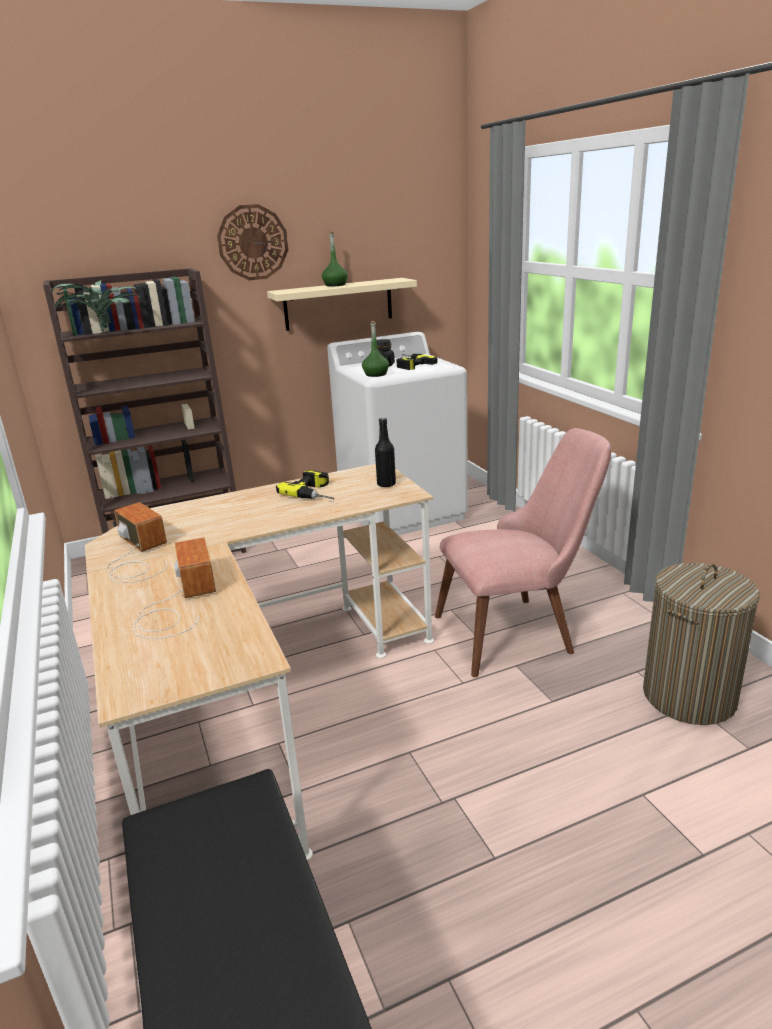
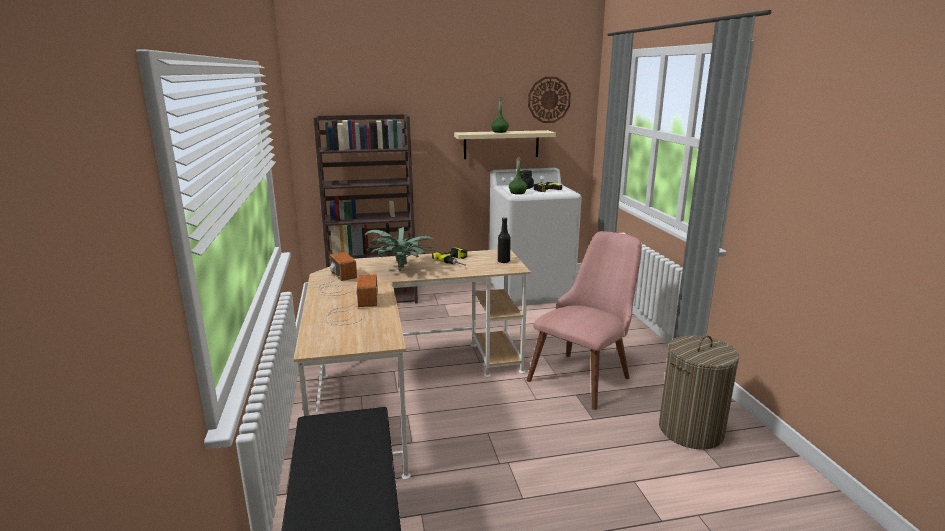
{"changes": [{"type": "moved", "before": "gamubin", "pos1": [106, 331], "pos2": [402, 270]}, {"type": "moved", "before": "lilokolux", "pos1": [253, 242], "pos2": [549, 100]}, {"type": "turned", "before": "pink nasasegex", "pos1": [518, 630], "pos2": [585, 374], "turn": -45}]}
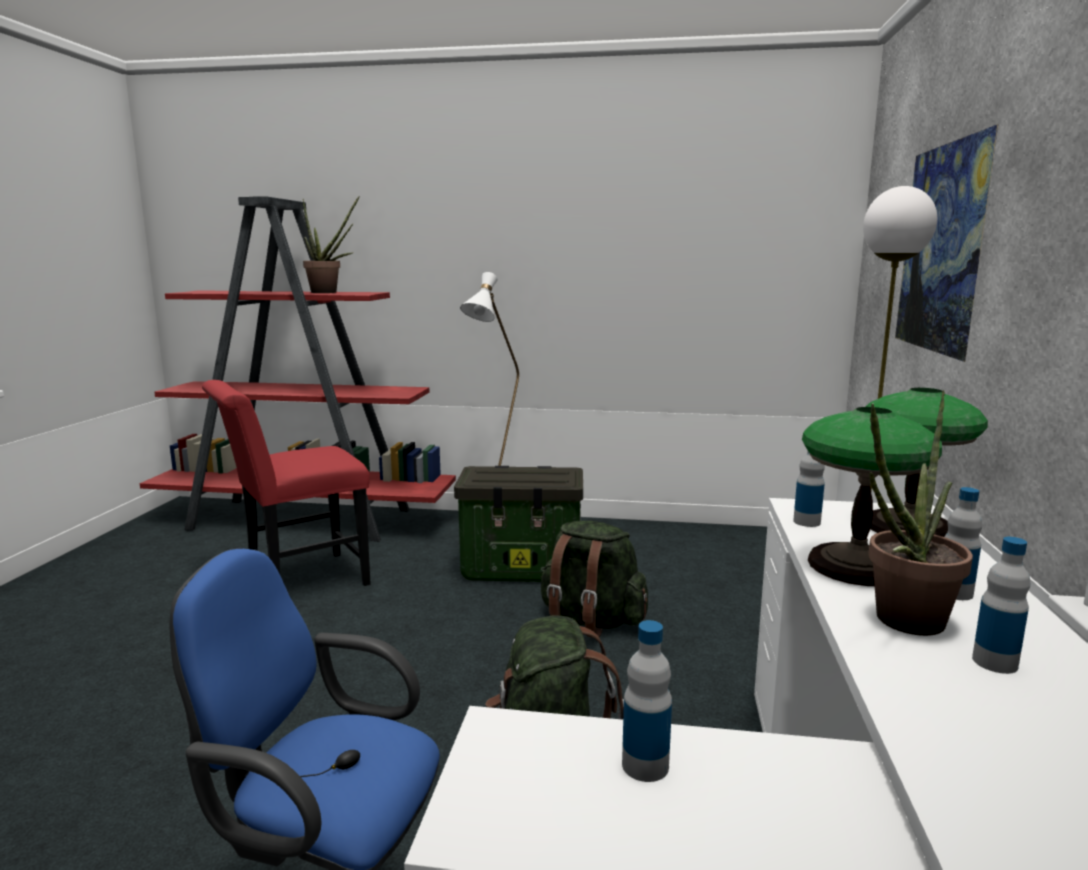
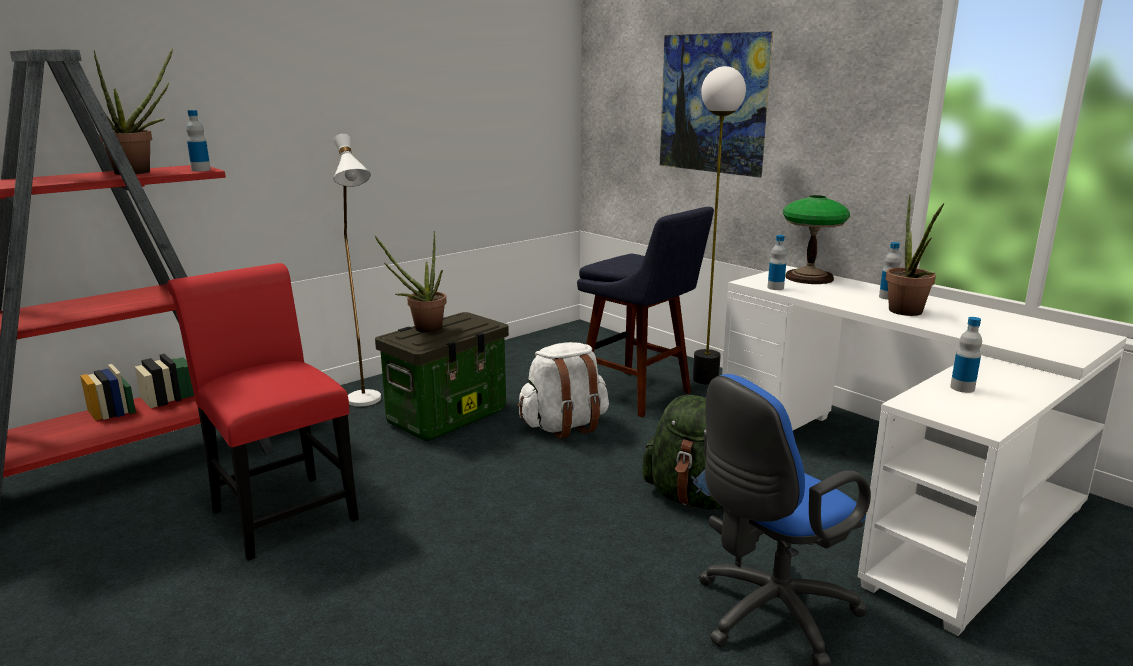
{"changes": [{"type": "turned", "before": "red nasasegex", "pos1": [298, 582], "pos2": [280, 510], "turn": 135}, {"type": "recoloured", "before": "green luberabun", "after": "white luberabun", "pos1": [591, 621], "pos2": [564, 426]}, {"type": "removed", "before": "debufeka", "pos1": [857, 566]}, {"type": "moved", "before": "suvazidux", "pos1": [994, 662], "pos2": [201, 170]}, {"type": "added", "after": "gamubin", "pos2": [422, 329]}, {"type": "added", "after": "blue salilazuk", "pos2": [640, 395]}]}
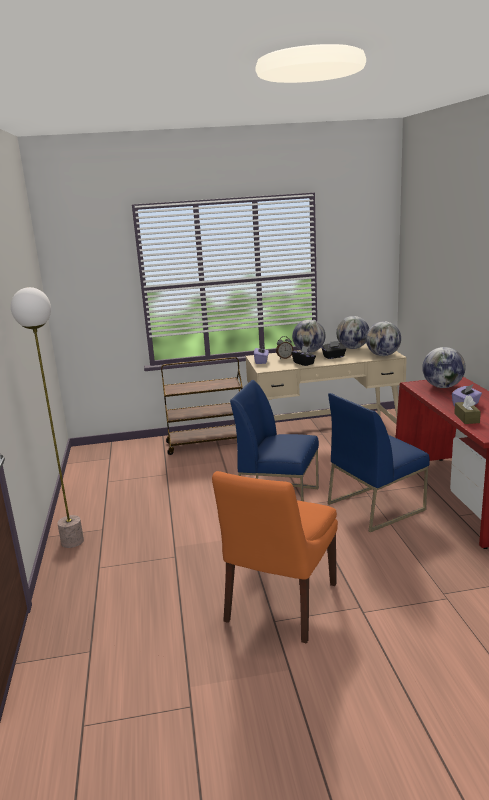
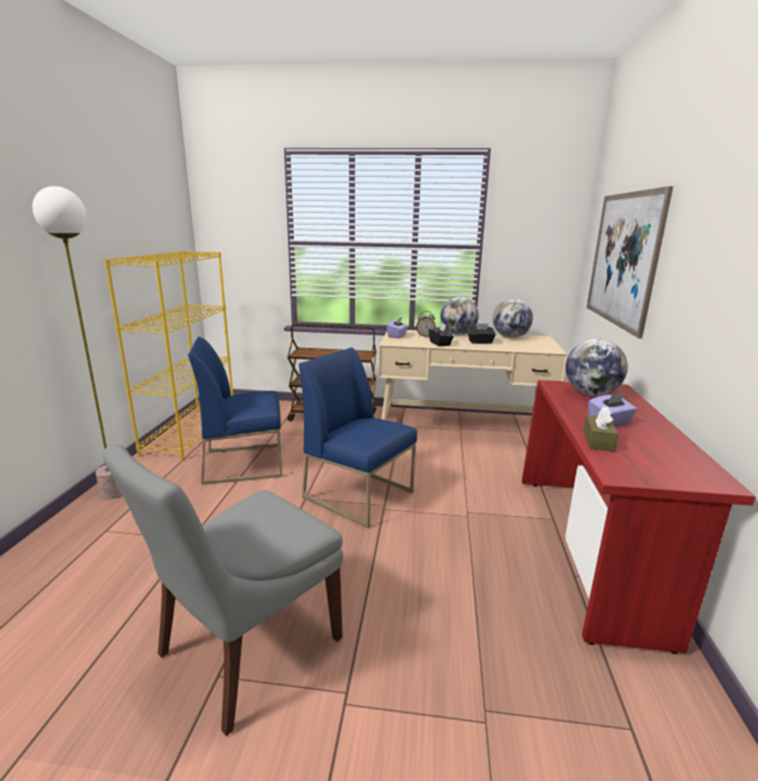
{"changes": [{"type": "recoloured", "before": "orange nasasegex", "after": "grey nasasegex", "pos1": [280, 605], "pos2": [246, 650]}, {"type": "moved", "before": "blue nasasegex", "pos1": [376, 506], "pos2": [244, 463]}, {"type": "removed", "before": "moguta", "pos1": [383, 355]}, {"type": "added", "after": "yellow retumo", "pos2": [191, 431]}, {"type": "added", "after": "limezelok", "pos2": [622, 259]}]}
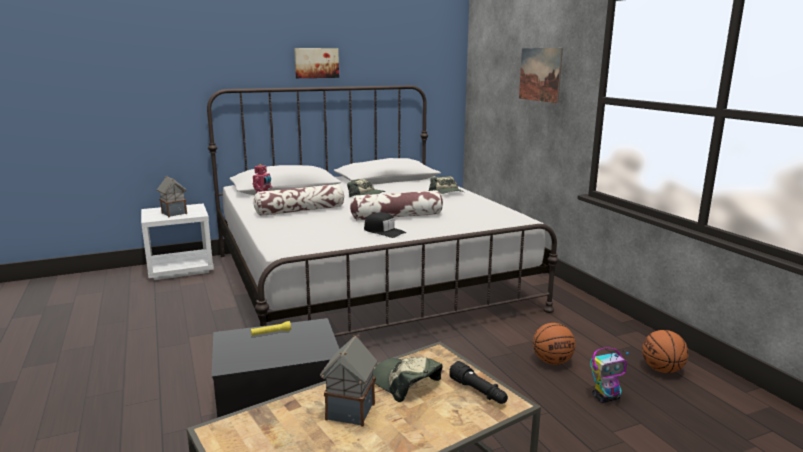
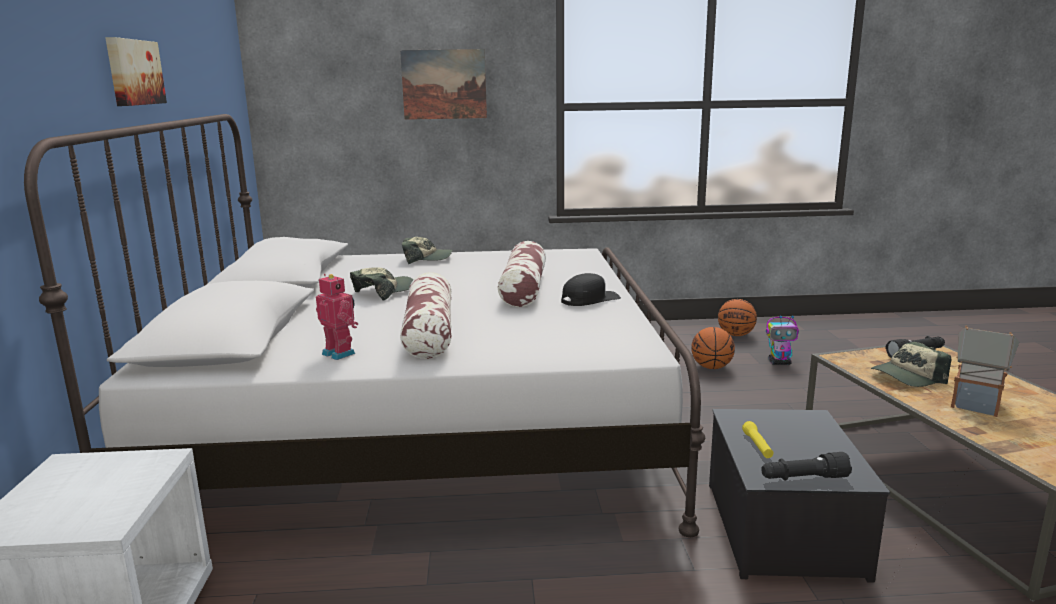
{"changes": [{"type": "removed", "before": "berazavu", "pos1": [174, 213]}, {"type": "turned", "before": "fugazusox", "pos1": [606, 398], "pos2": [780, 363], "turn": 90}, {"type": "added", "after": "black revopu", "pos2": [803, 478]}]}
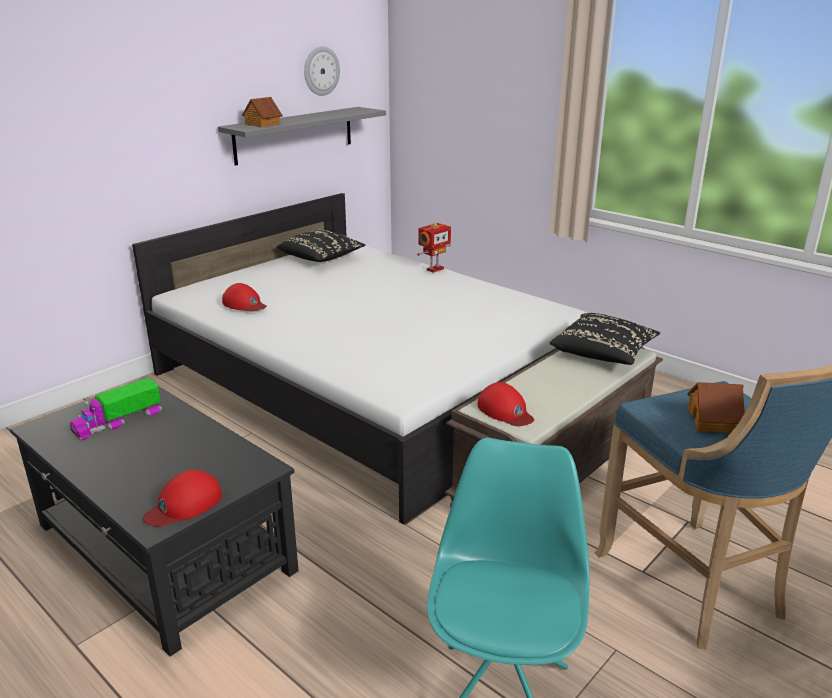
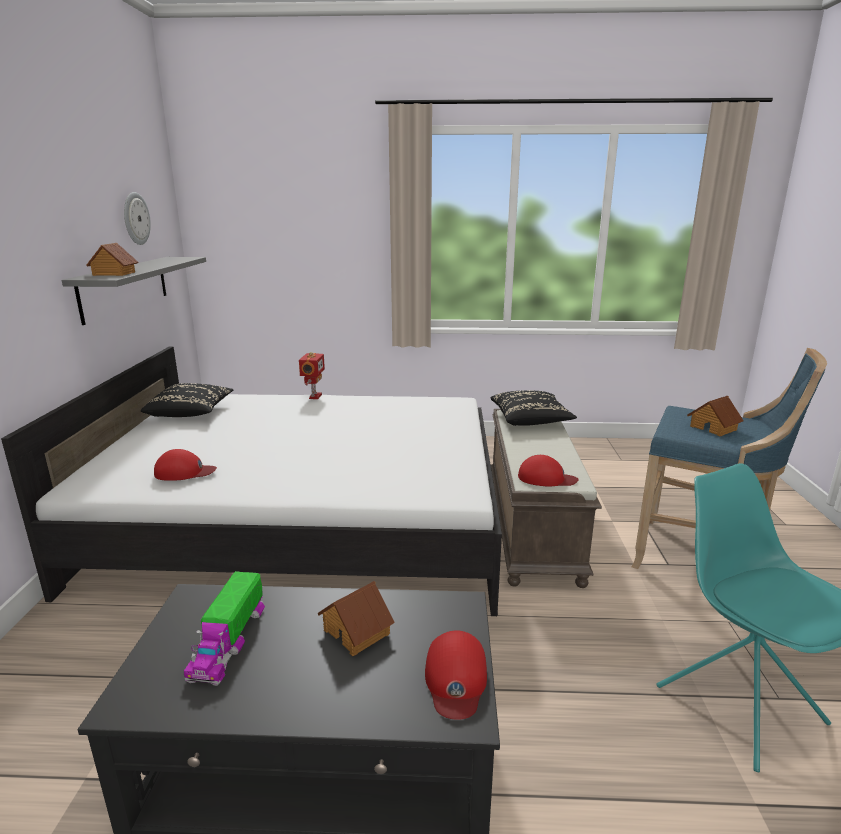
{"changes": [{"type": "added", "after": "berazavu", "pos2": [357, 631]}]}
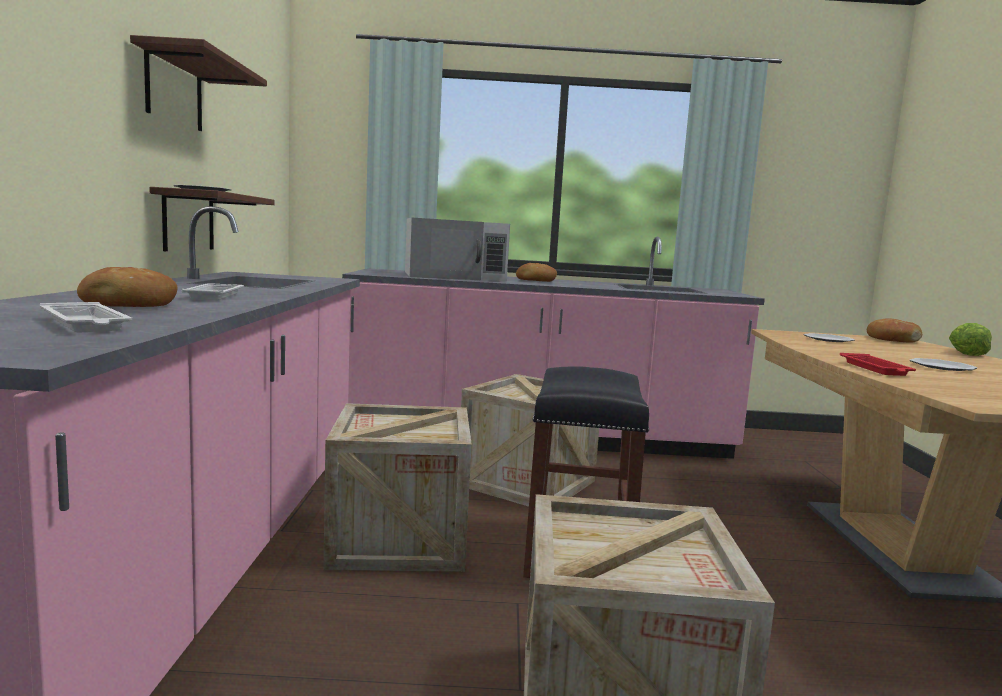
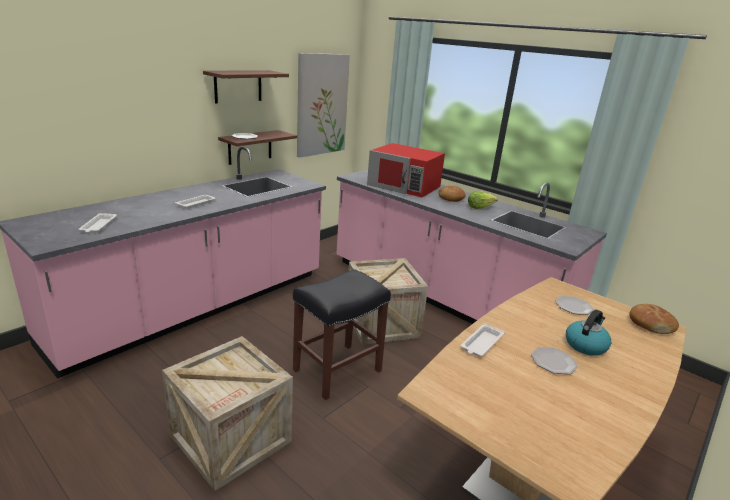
{"changes": [{"type": "removed", "before": "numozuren", "pos1": [128, 305]}, {"type": "removed", "before": "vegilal", "pos1": [399, 539]}, {"type": "recoloured", "before": "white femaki", "after": "red femaki", "pos1": [454, 276], "pos2": [404, 186]}, {"type": "recoloured", "before": "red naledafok", "after": "white naledafok", "pos1": [875, 369], "pos2": [481, 343]}, {"type": "moved", "before": "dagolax", "pos1": [966, 353], "pos2": [479, 207]}, {"type": "added", "after": "limezelok", "pos2": [322, 105]}, {"type": "added", "after": "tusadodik", "pos2": [585, 345]}]}
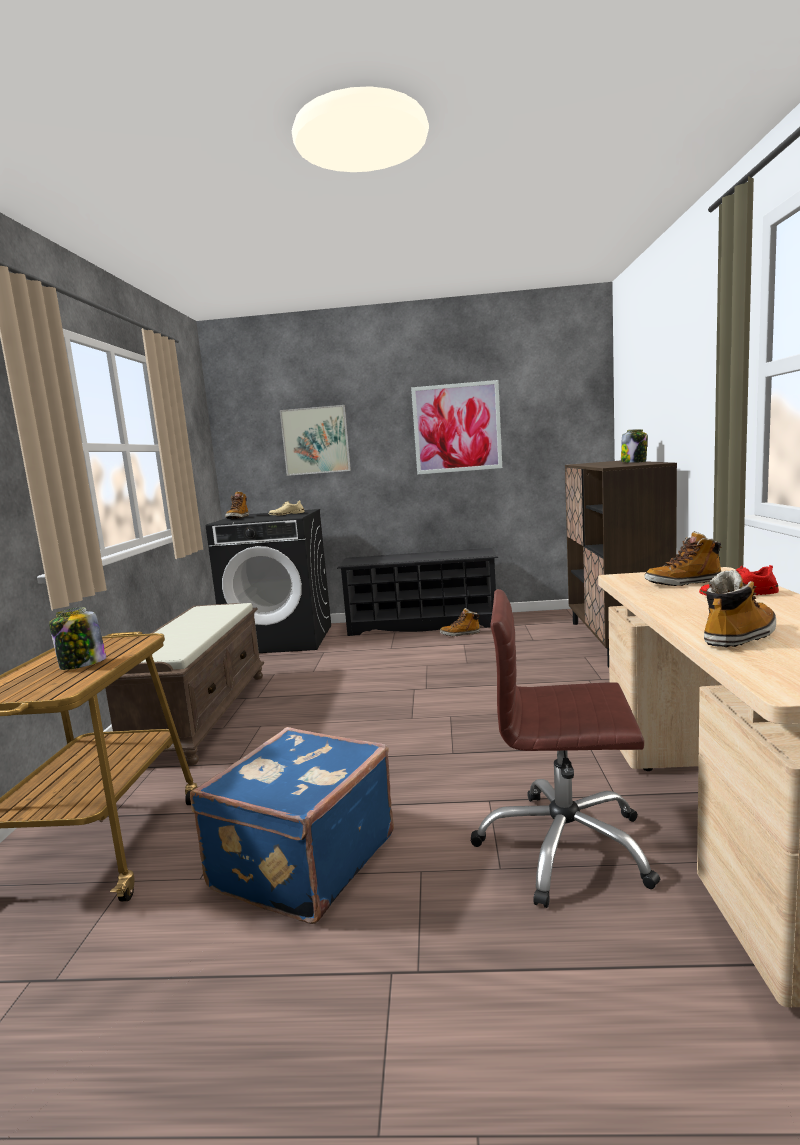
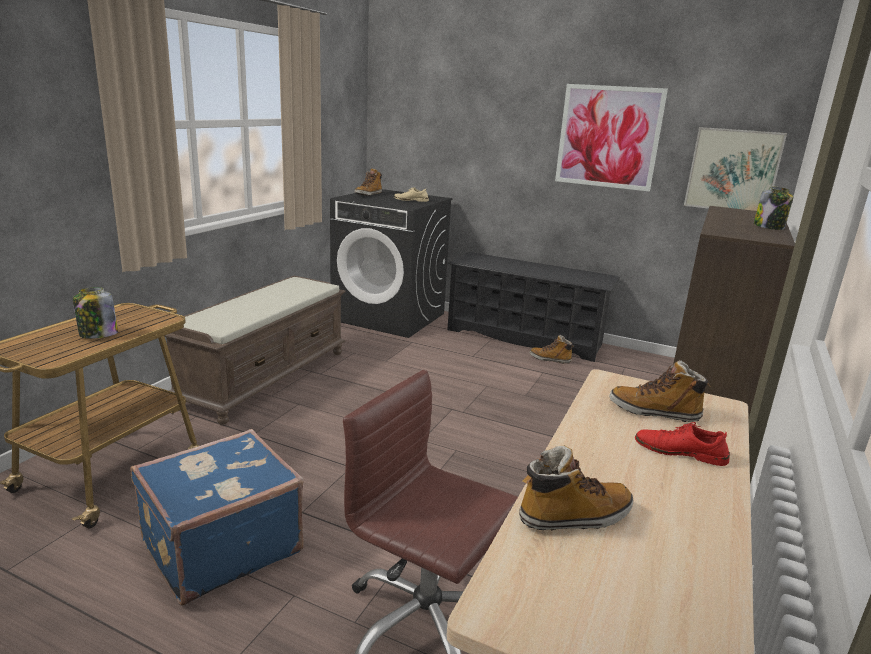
{"changes": [{"type": "moved", "before": "limezelok", "pos1": [315, 440], "pos2": [733, 170]}]}
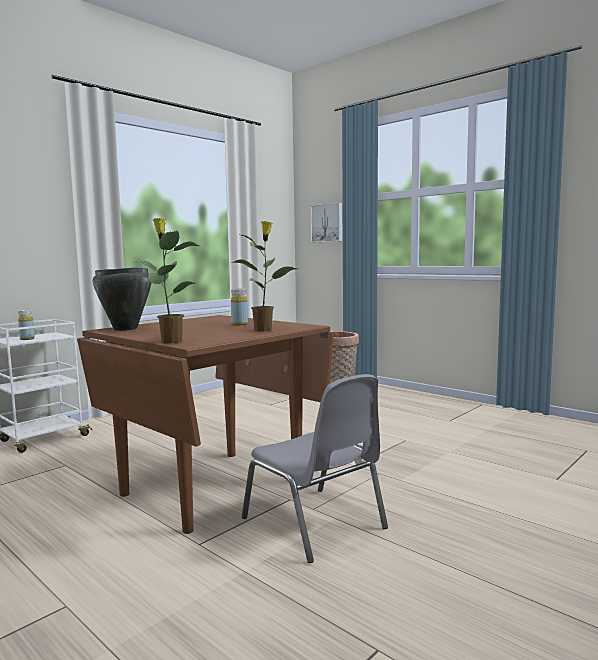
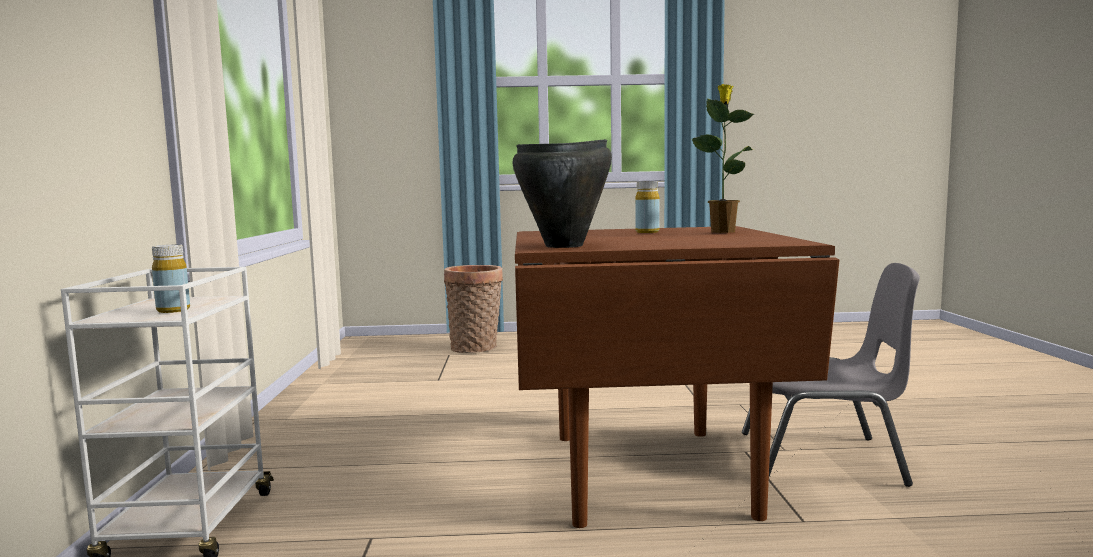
{"changes": [{"type": "removed", "before": "gamubin", "pos1": [170, 341]}, {"type": "removed", "before": "limezelok", "pos1": [327, 223]}]}
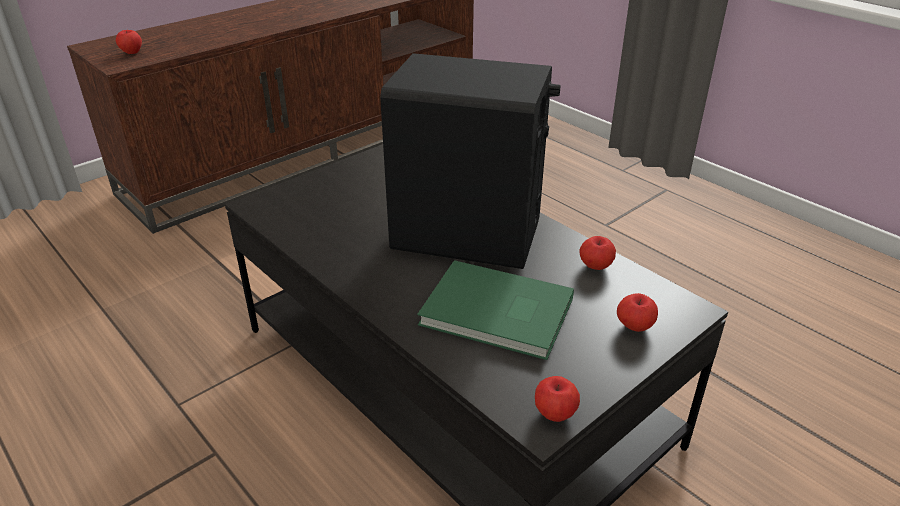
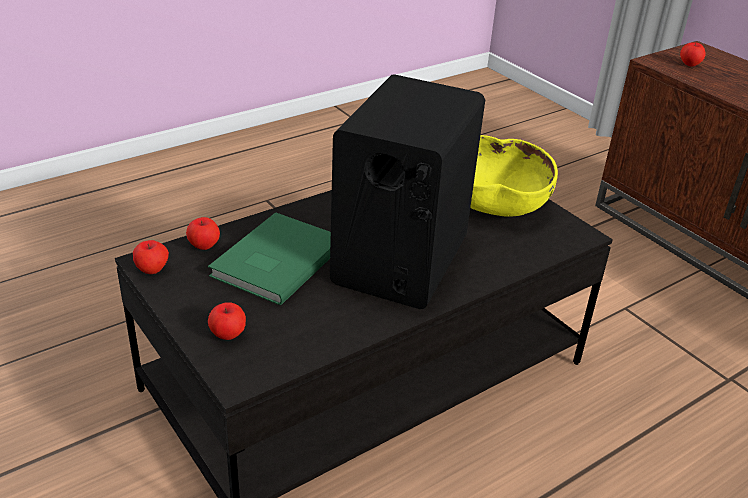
{"changes": [{"type": "moved", "before": "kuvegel", "pos1": [595, 266], "pos2": [204, 245]}, {"type": "added", "after": "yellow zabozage", "pos2": [494, 204]}]}
